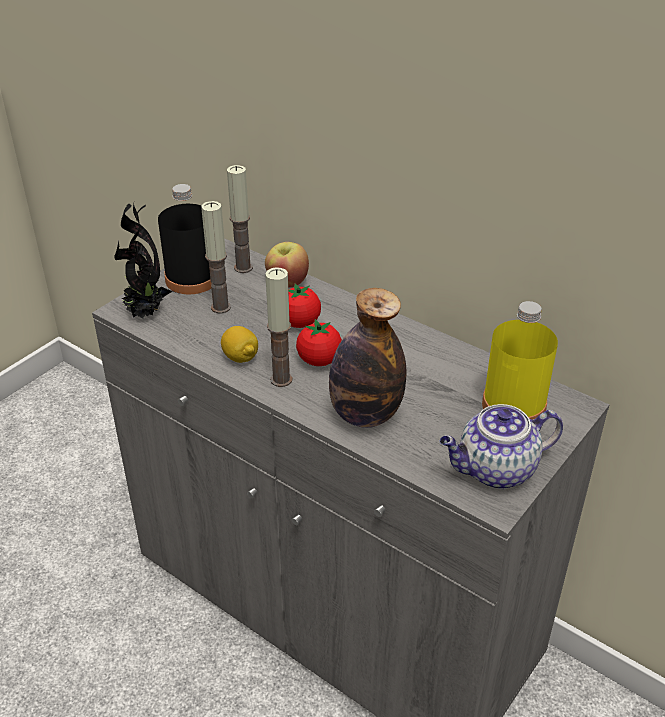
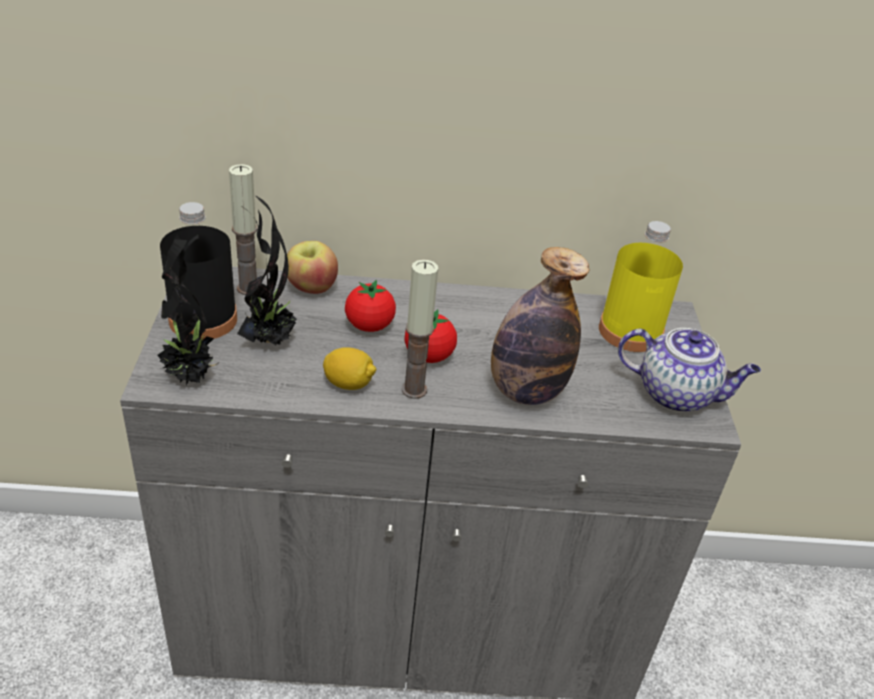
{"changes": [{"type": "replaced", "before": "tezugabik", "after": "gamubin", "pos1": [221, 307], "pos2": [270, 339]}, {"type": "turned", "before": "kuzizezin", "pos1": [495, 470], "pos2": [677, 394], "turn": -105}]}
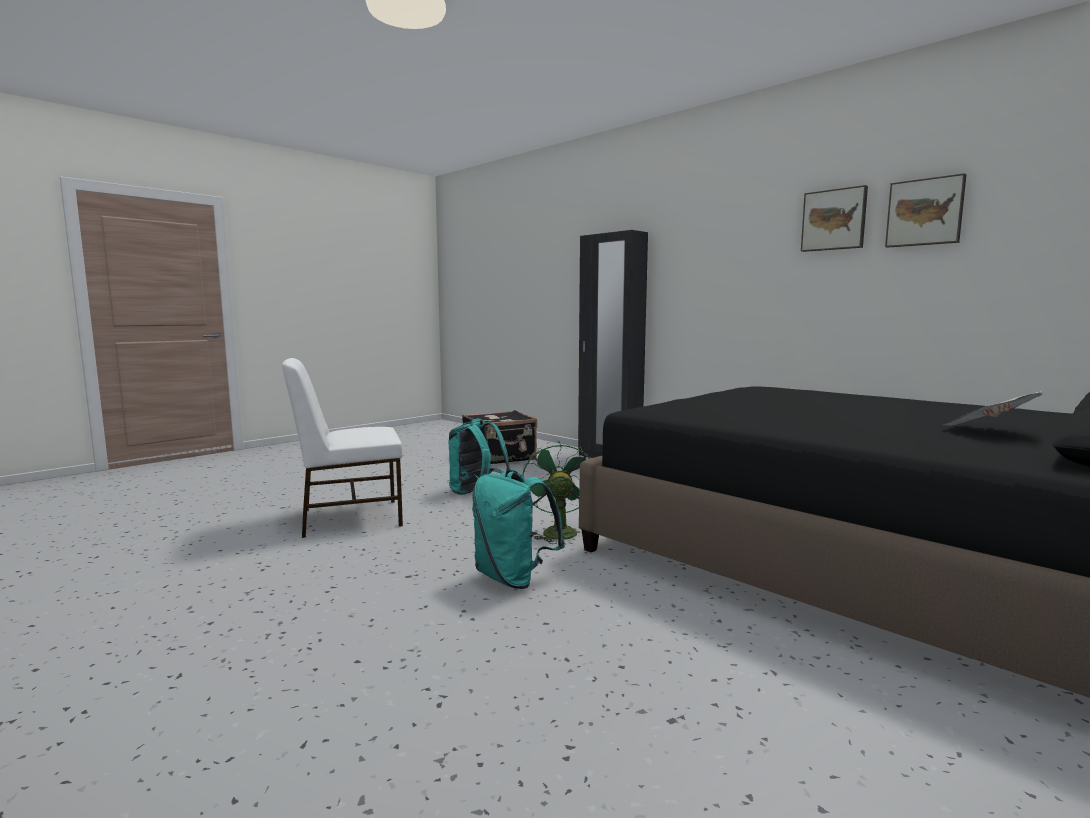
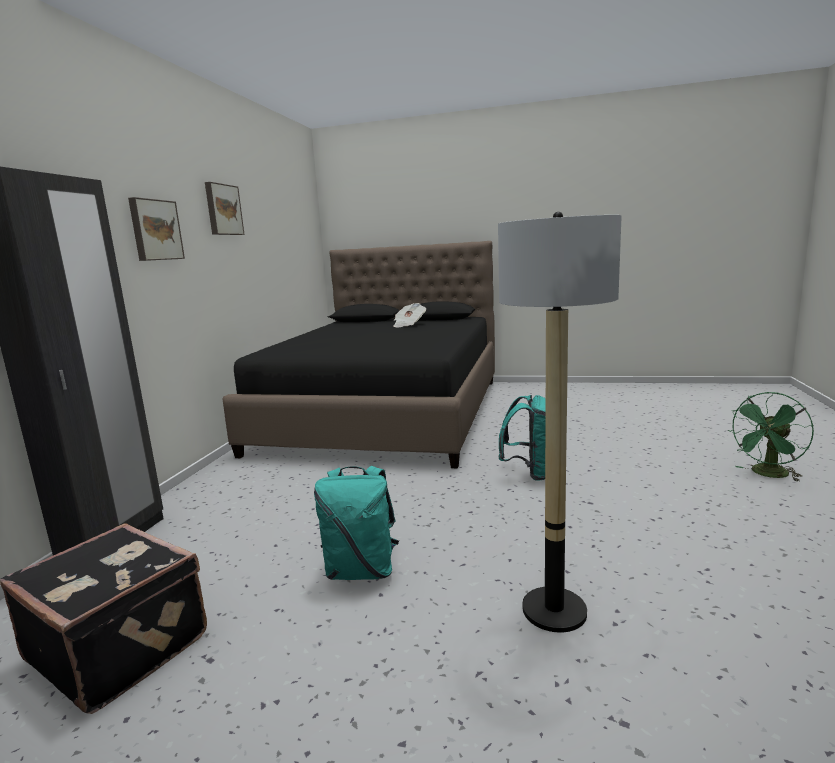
{"changes": [{"type": "replaced", "before": "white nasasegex", "after": "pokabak", "pos1": [349, 518], "pos2": [554, 610]}, {"type": "moved", "before": "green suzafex", "pos1": [557, 531], "pos2": [767, 474]}, {"type": "moved", "before": "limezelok", "pos1": [925, 212], "pos2": [155, 230]}]}
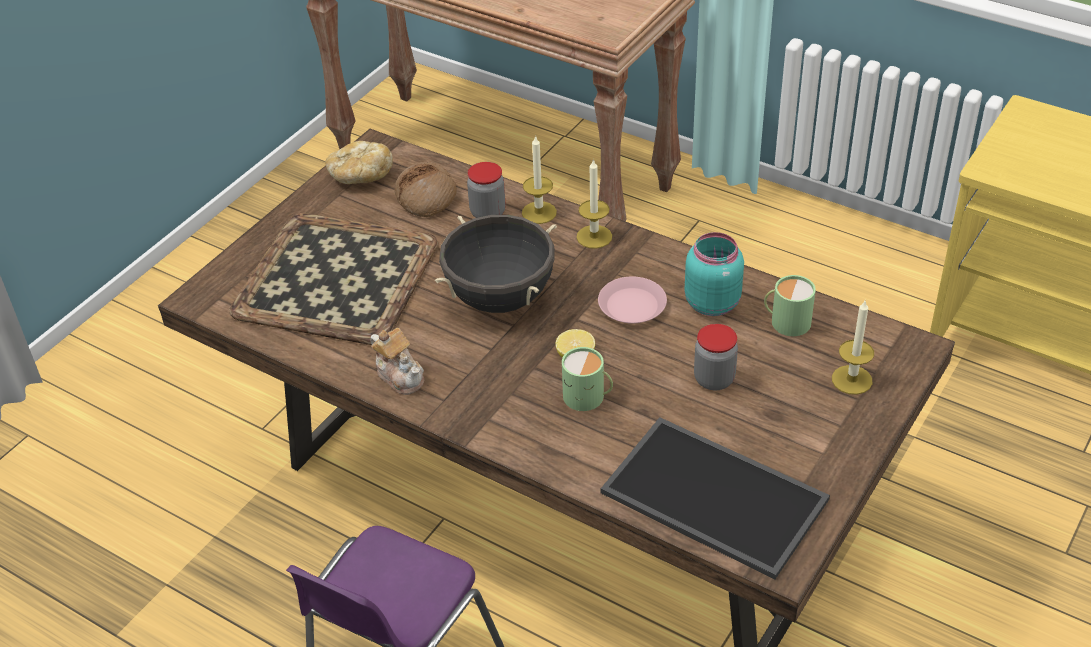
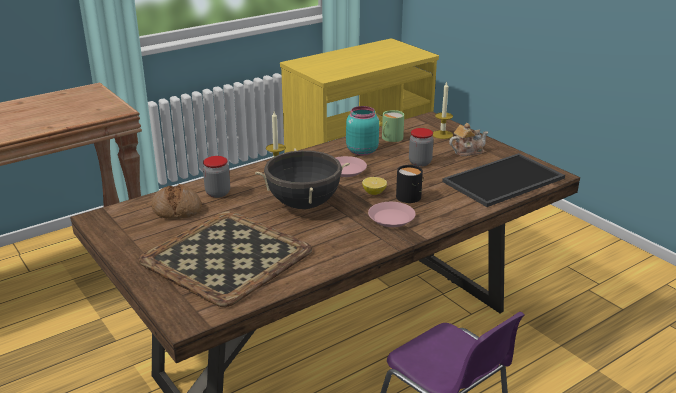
{"changes": [{"type": "removed", "before": "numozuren", "pos1": [360, 176]}, {"type": "moved", "before": "kuzizezin", "pos1": [400, 375], "pos2": [467, 151]}, {"type": "removed", "before": "tezugabik", "pos1": [539, 212]}, {"type": "recoloured", "before": "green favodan", "after": "black favodan", "pos1": [588, 397], "pos2": [410, 196]}, {"type": "added", "after": "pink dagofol", "pos2": [391, 218]}]}
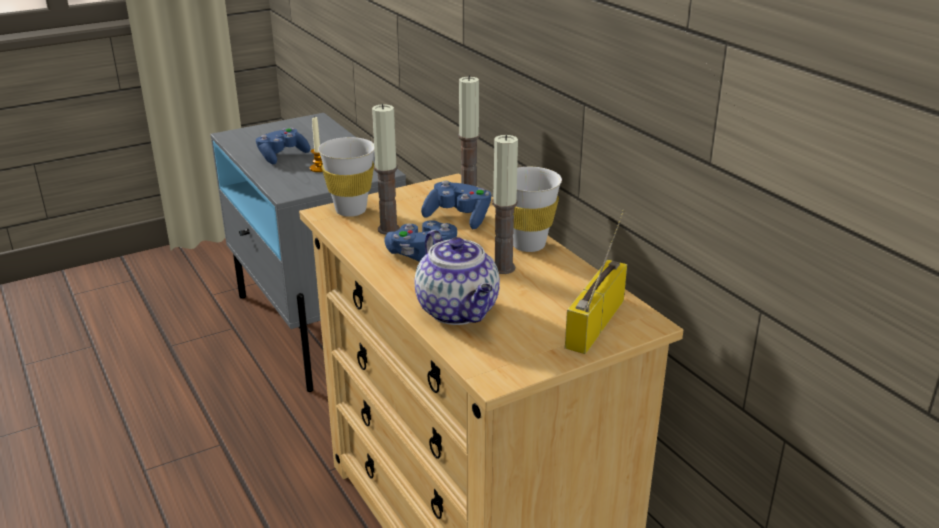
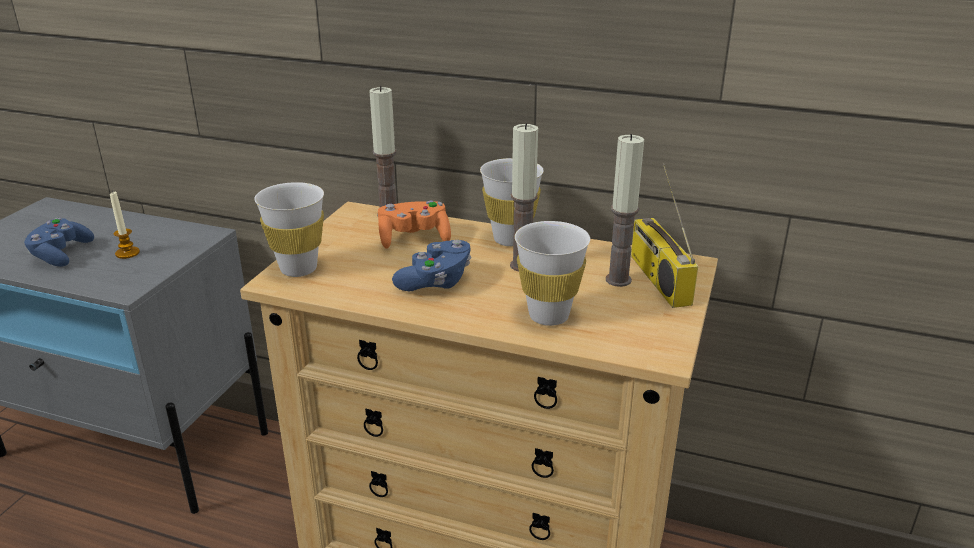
{"changes": [{"type": "moved", "before": "tezugabik", "pos1": [388, 229], "pos2": [618, 280]}, {"type": "replaced", "before": "kuzizezin", "after": "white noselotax", "pos1": [459, 311], "pos2": [548, 316]}, {"type": "recoloured", "before": "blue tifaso", "after": "orange tifaso", "pos1": [458, 217], "pos2": [414, 238]}]}
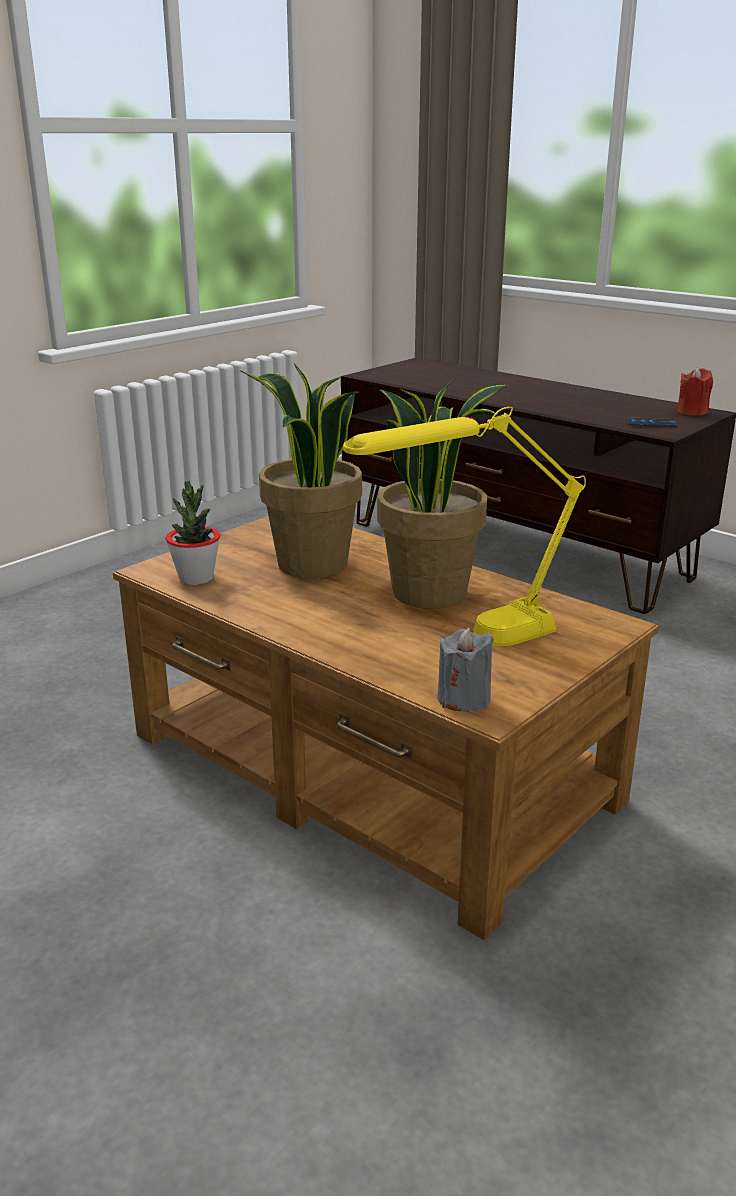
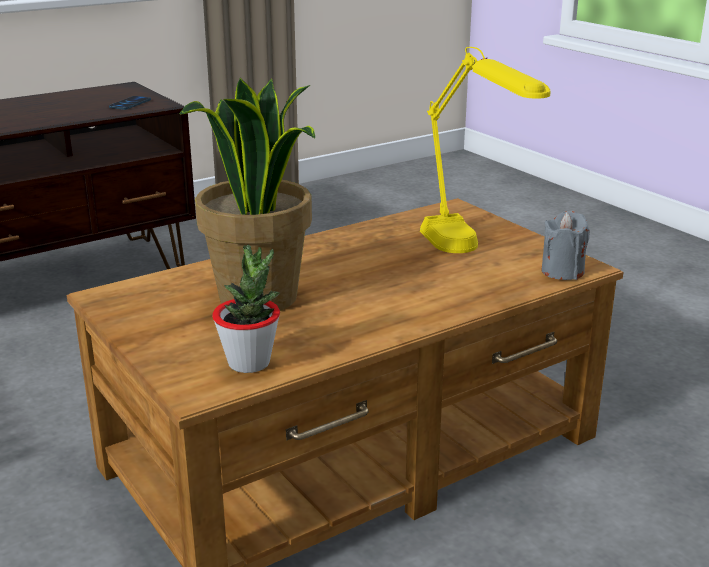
{"changes": [{"type": "removed", "before": "gamubin", "pos1": [430, 592]}, {"type": "removed", "before": "red tezugabik", "pos1": [692, 412]}]}
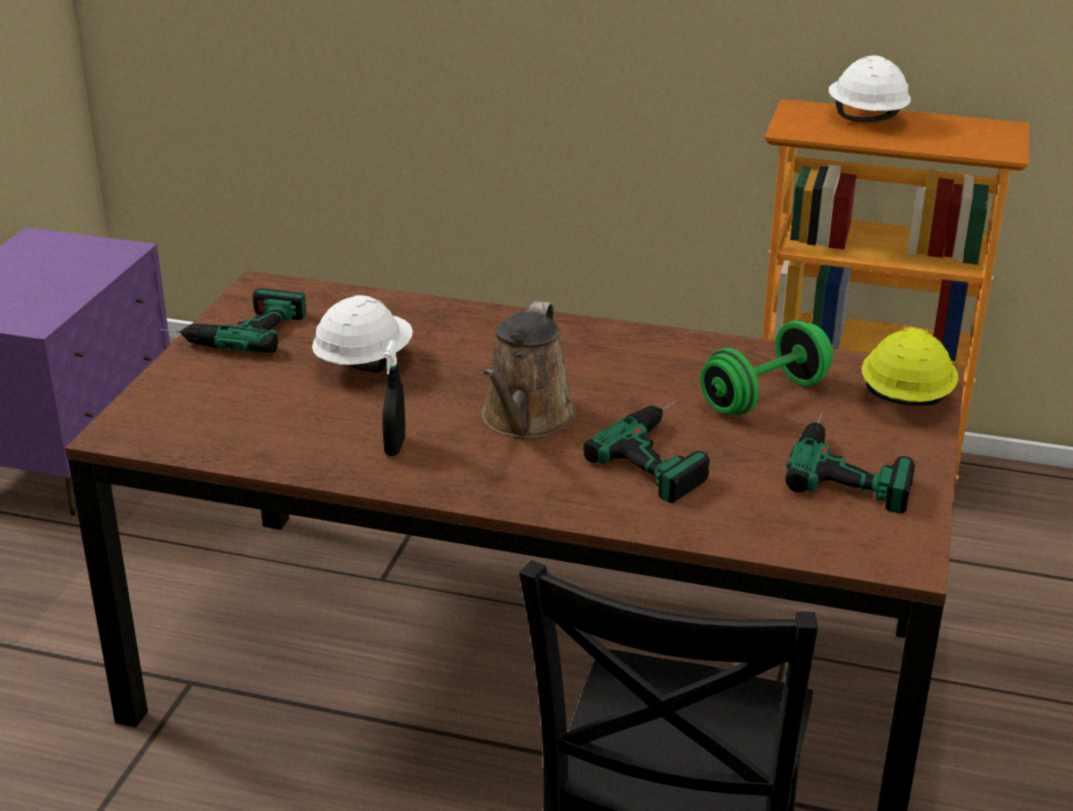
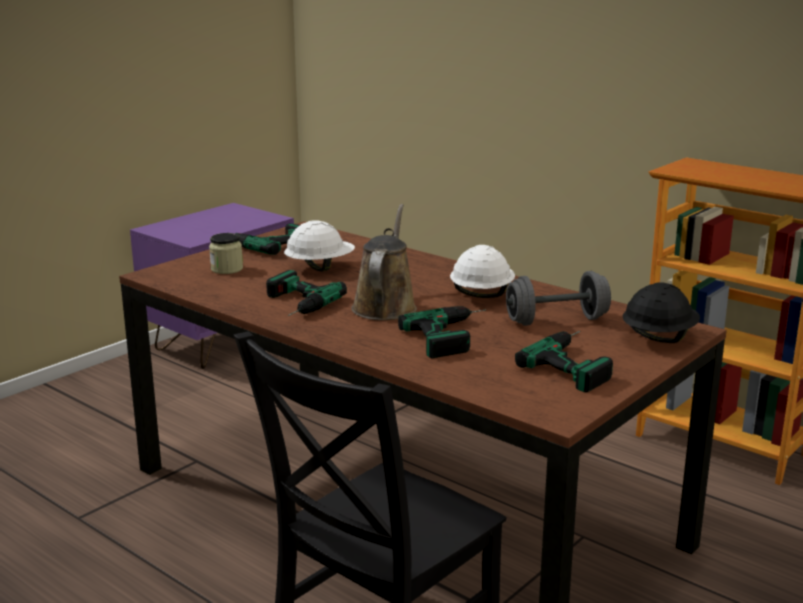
{"changes": [{"type": "replaced", "before": "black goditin", "after": "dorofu", "pos1": [395, 446], "pos2": [293, 304]}, {"type": "turned", "before": "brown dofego", "pos1": [525, 420], "pos2": [385, 306], "turn": 150}, {"type": "recoloured", "before": "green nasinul", "after": "grey nasinul", "pos1": [764, 396], "pos2": [556, 320]}, {"type": "moved", "before": "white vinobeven", "pos1": [865, 119], "pos2": [481, 295]}, {"type": "recoloured", "before": "yellow vinobeven", "after": "black vinobeven", "pos1": [905, 399], "pos2": [658, 338]}, {"type": "added", "after": "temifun", "pos2": [227, 269]}]}
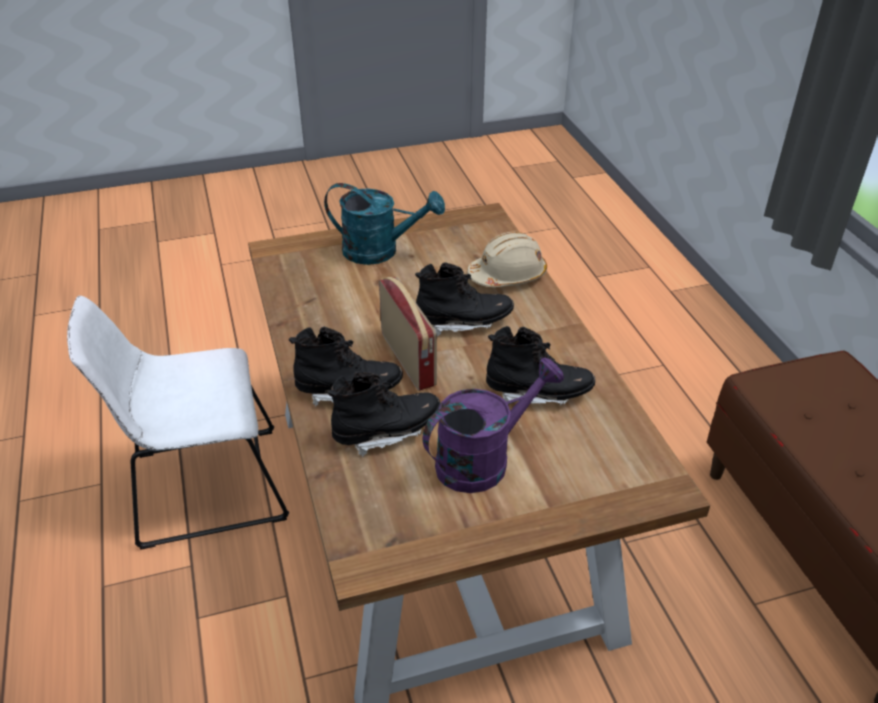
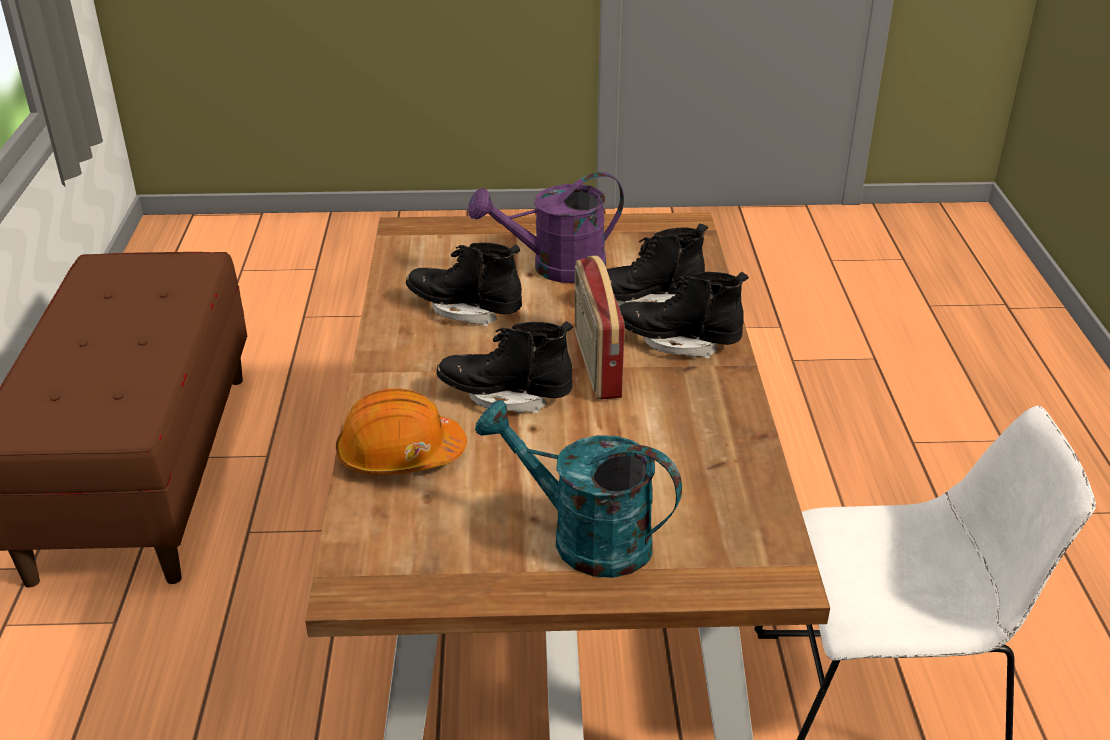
{"changes": [{"type": "recoloured", "before": "beige vinobeven", "after": "orange vinobeven", "pos1": [508, 275], "pos2": [400, 455]}]}
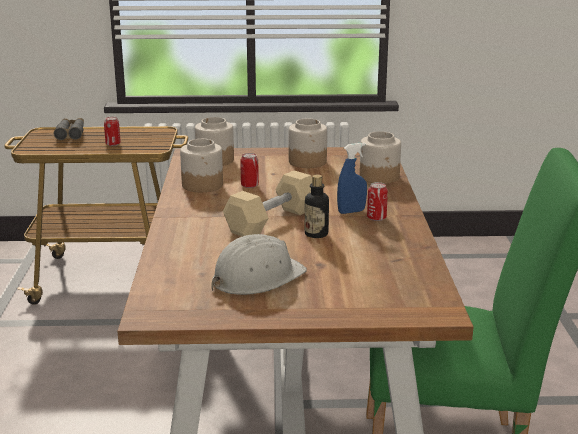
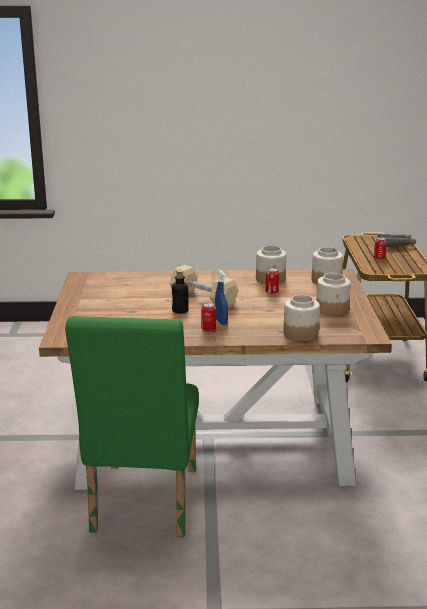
{"changes": [{"type": "removed", "before": "white vinobeven", "pos1": [256, 278]}]}
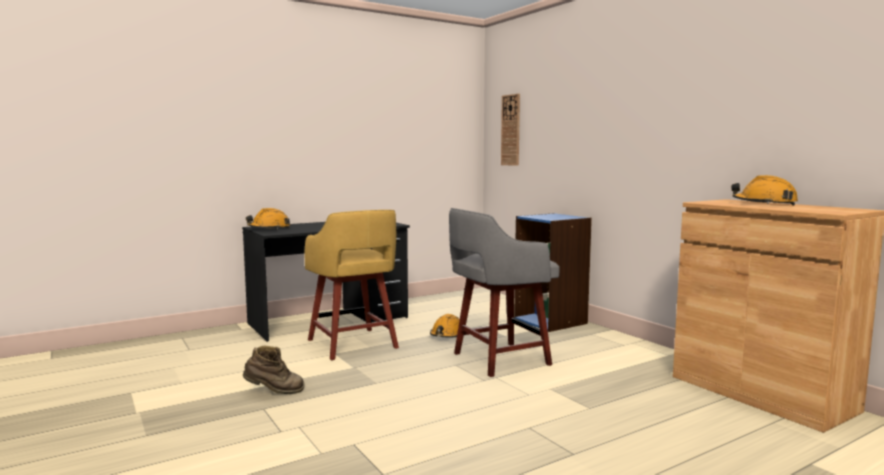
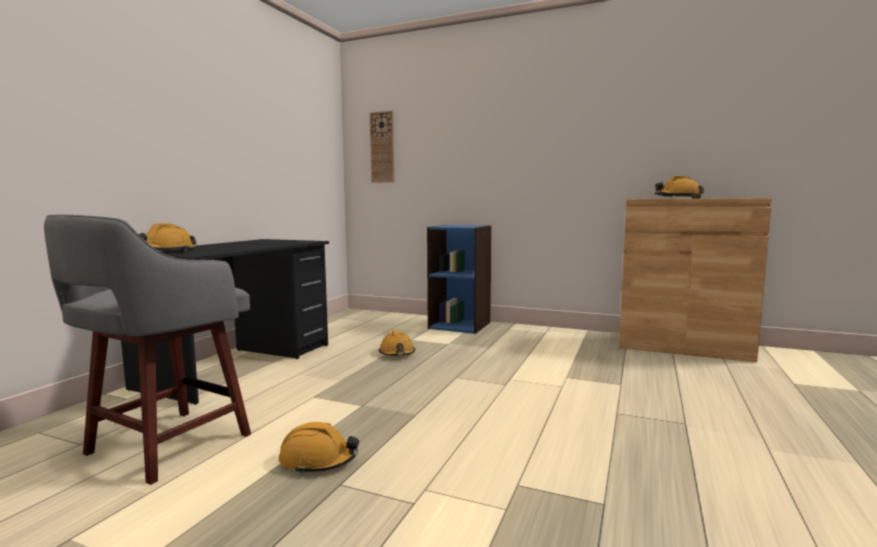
{"changes": [{"type": "replaced", "before": "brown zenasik", "after": "orange vinobeven", "pos1": [274, 392], "pos2": [318, 460]}, {"type": "removed", "before": "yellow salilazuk", "pos1": [353, 345]}, {"type": "moved", "before": "grey salilazuk", "pos1": [498, 359], "pos2": [164, 446]}]}
